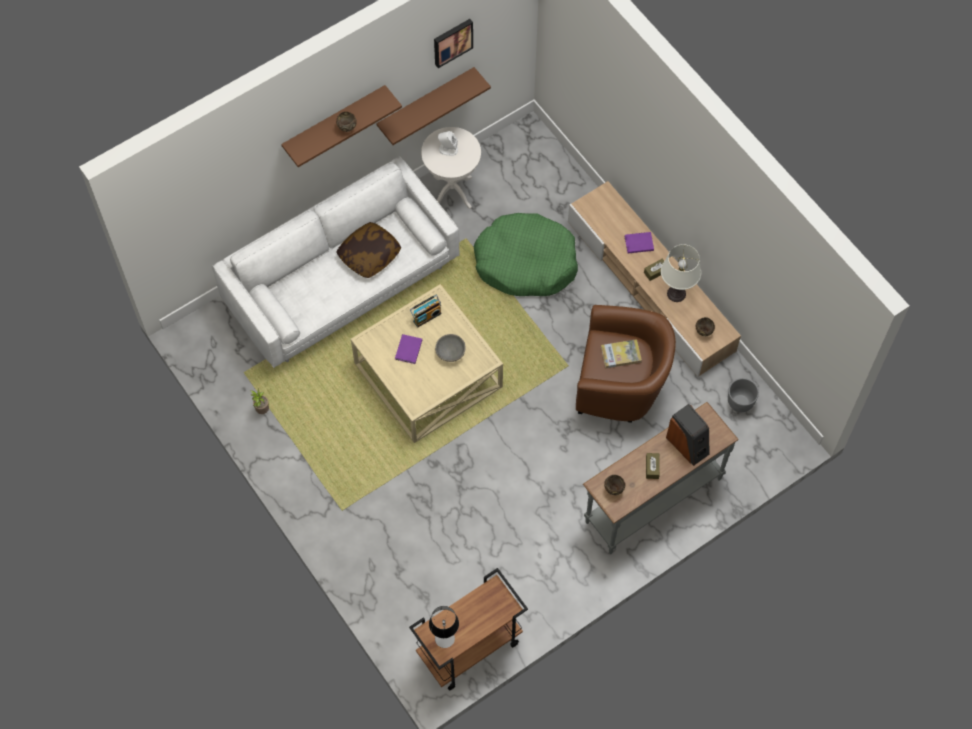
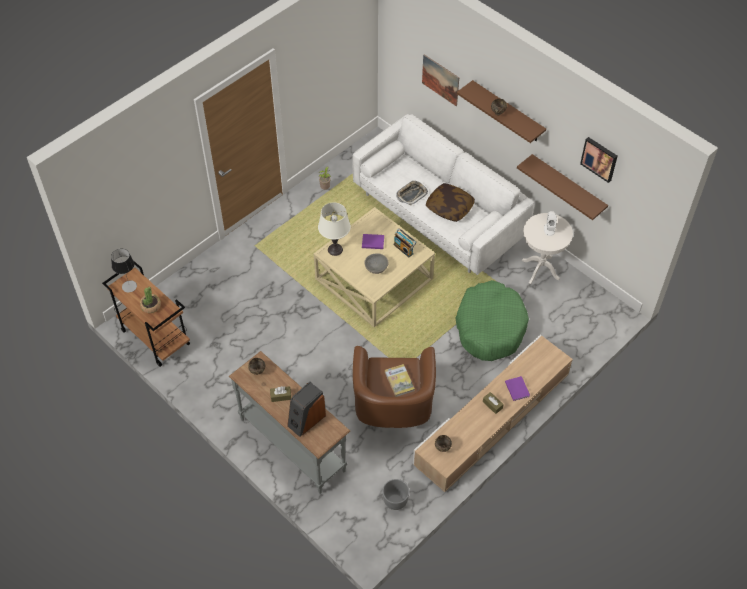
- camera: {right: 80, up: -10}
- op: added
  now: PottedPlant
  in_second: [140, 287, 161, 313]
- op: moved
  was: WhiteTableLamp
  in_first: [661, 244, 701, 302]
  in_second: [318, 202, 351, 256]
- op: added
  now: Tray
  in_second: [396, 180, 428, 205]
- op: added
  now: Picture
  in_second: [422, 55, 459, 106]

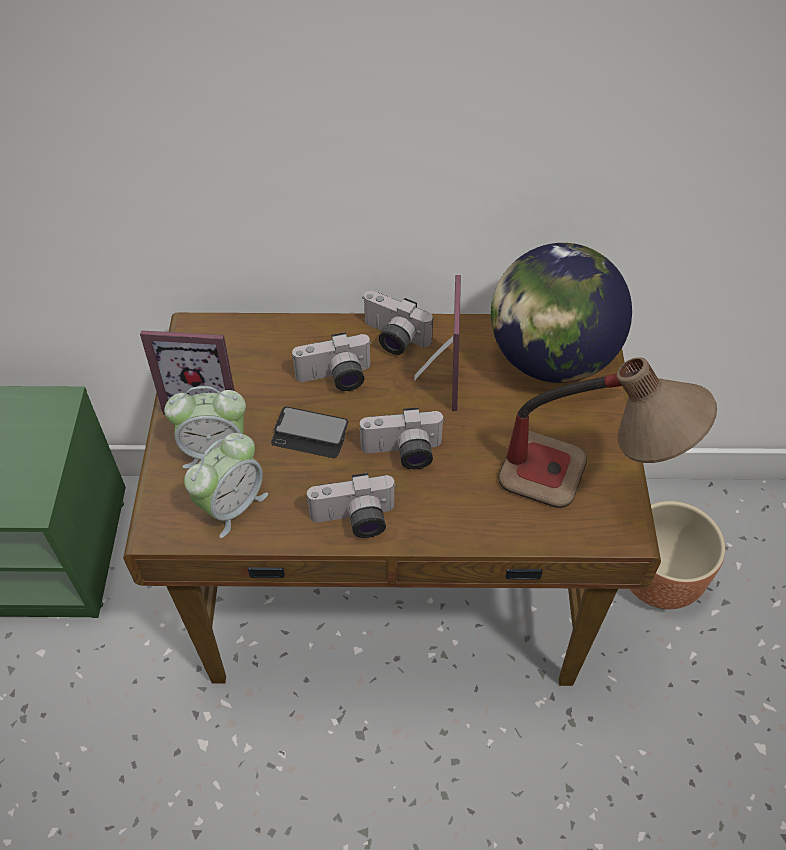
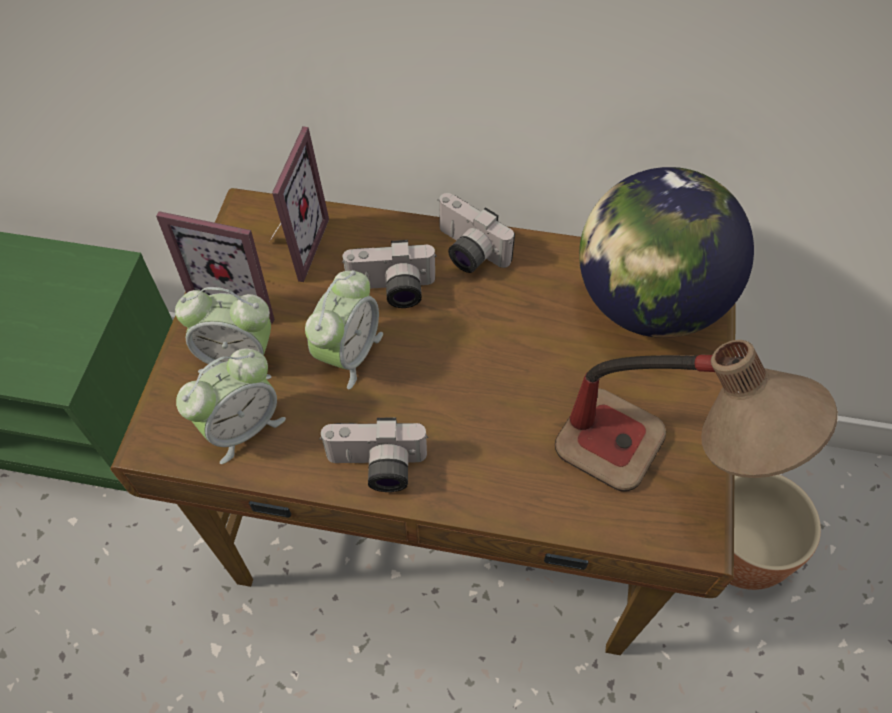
- camera: {right: 10, up: 5}
- op: moved
  was: PictureFrame
  in_first: [414, 275, 461, 411]
  in_second: [270, 126, 329, 282]
- op: replaced
  was: Phone
  now: AlarmClock
  in_first: [271, 406, 348, 458]
  in_second: [305, 270, 383, 389]
- op: removed
  was: PhotoCamera
  in_first: [360, 407, 445, 469]

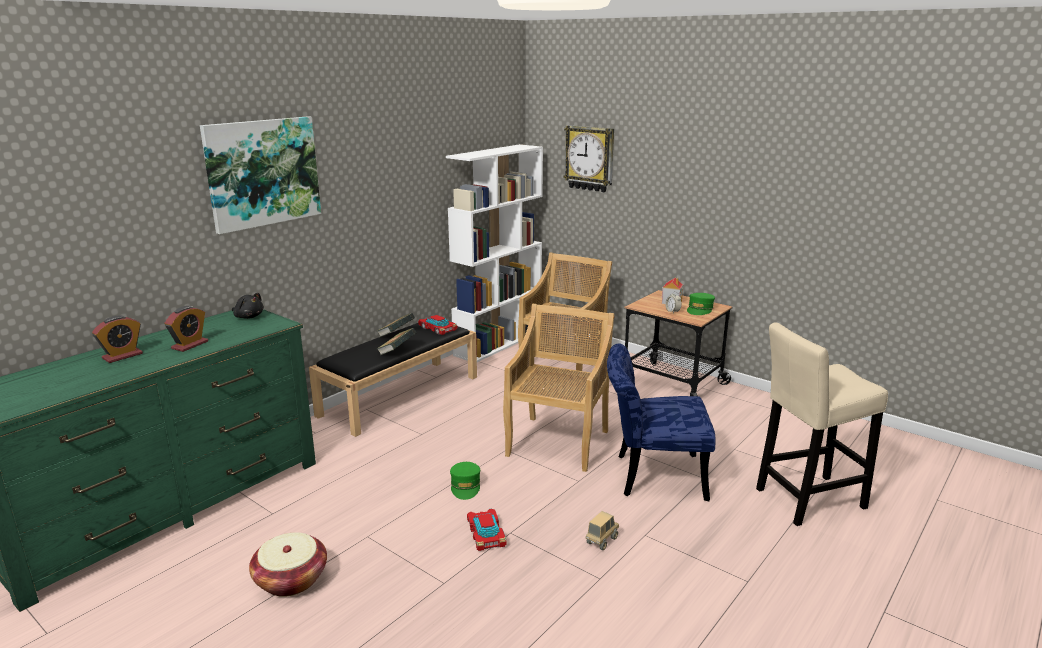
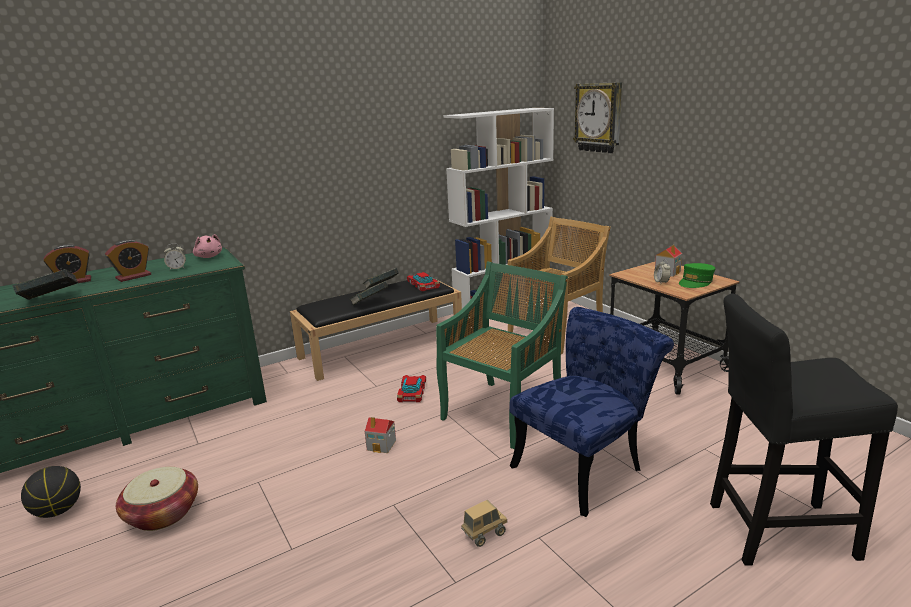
- camera: {right: 20, up: 0}
- op: added
  now: Book
  in_second: [12, 269, 78, 300]
- op: added
  now: Basketball
  in_second: [21, 466, 81, 518]
- op: added
  now: AlarmClock
  in_second: [164, 243, 186, 270]
- op: recoloured
  was: BlackPlushToy
  now: PinkPlushToy
  in_first: [232, 293, 264, 319]
  in_second: [193, 234, 222, 258]
- op: replaced
  was: GreenCap
  now: ToyHouse
  in_first: [450, 462, 480, 500]
  in_second: [365, 417, 396, 453]
- op: moved
  was: ToyCar
  in_first: [467, 508, 507, 551]
  in_second: [397, 375, 426, 402]
- op: recoloured
  was: BeigeChair
  now: GreenChair
  in_first: [503, 304, 614, 472]
  in_second: [436, 262, 568, 449]
- op: turned
  was: BlueChair
  in_first: [607, 344, 716, 501]
  in_second: [509, 307, 674, 517]
  clockwise: 120
- op: recoloured
  was: BeigeStool
  now: BlackStool
  in_first: [756, 322, 888, 526]
  in_second: [710, 294, 898, 566]
- op: removed
  was: Picture
  in_first: [200, 116, 321, 234]

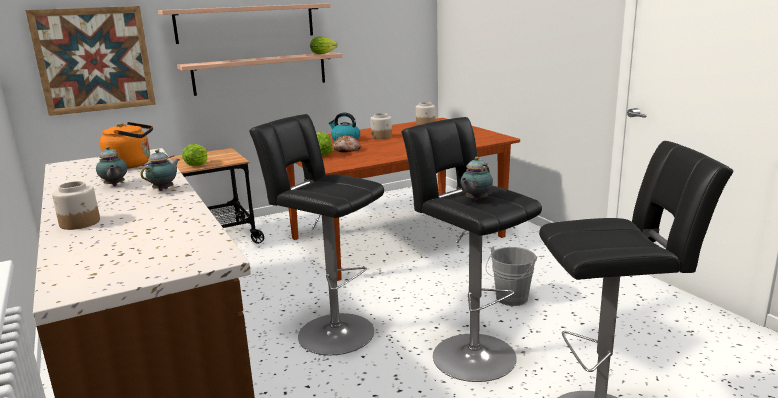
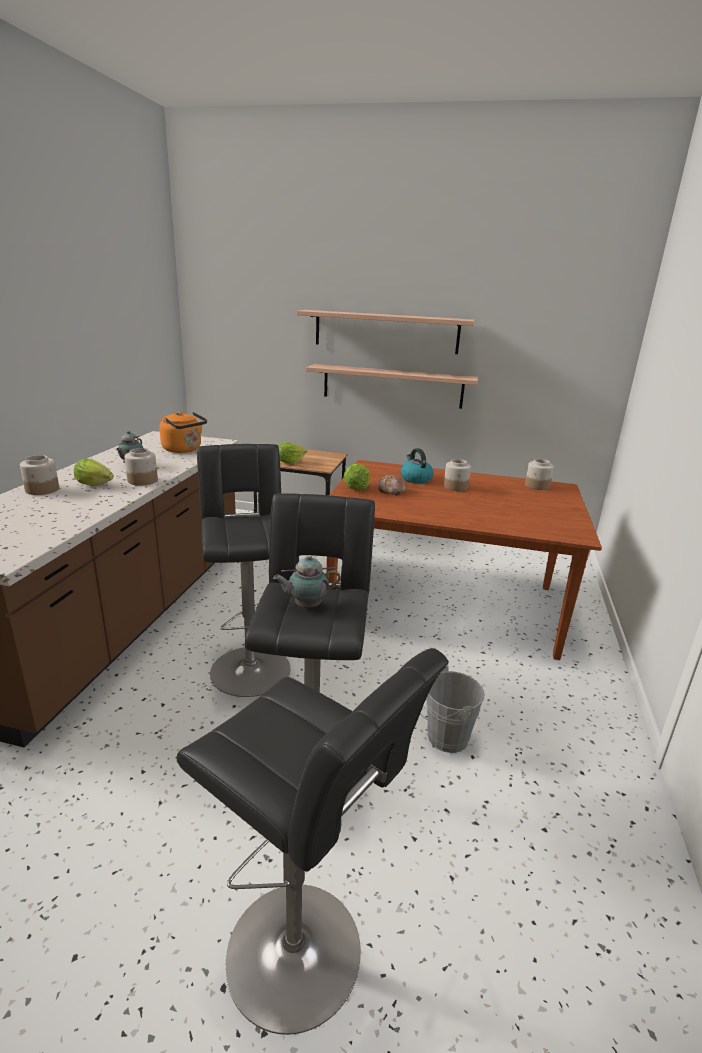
- camera: {right: 40, up: 5}
- op: moved
  was: Lettuce
  in_first: [310, 37, 337, 54]
  in_second: [74, 459, 114, 486]
- op: replaced
  was: Teapot
  now: Jar
  in_first: [141, 149, 180, 191]
  in_second: [125, 448, 158, 485]
- op: removed
  was: Picture
  in_first: [25, 6, 156, 116]

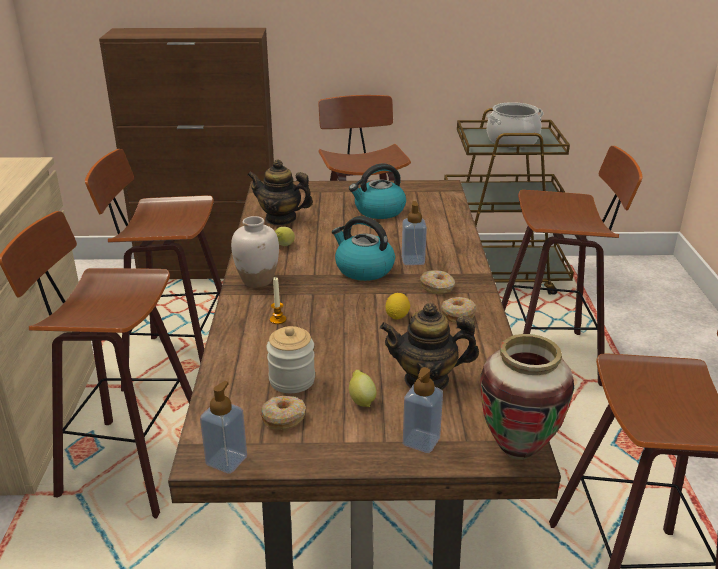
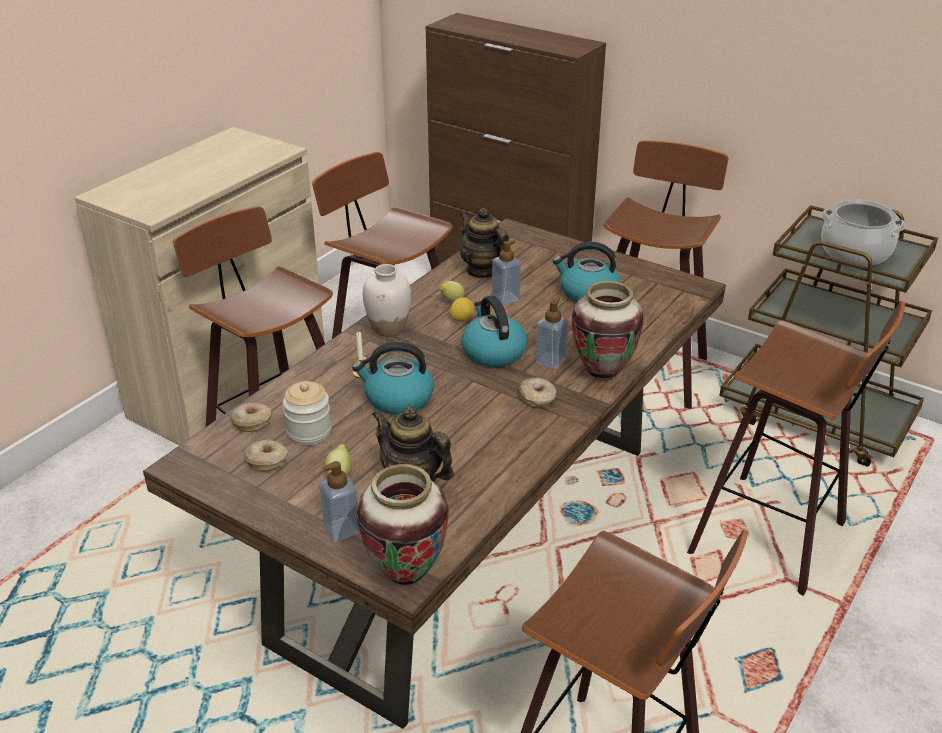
- camera: {right: 35, up: 5}
- op: moved
  was: Donut
  in_first: [441, 297, 476, 323]
  in_second: [230, 403, 272, 432]
- op: added
  now: Kettle
  in_second: [352, 342, 434, 415]
- op: moved
  was: Lemon
  in_first: [386, 293, 410, 320]
  in_second: [450, 297, 474, 322]
- op: moved
  was: SoapDispenser
  in_first: [200, 381, 247, 474]
  in_second: [492, 240, 521, 305]
- op: added
  now: Vase
  in_second: [572, 281, 644, 381]

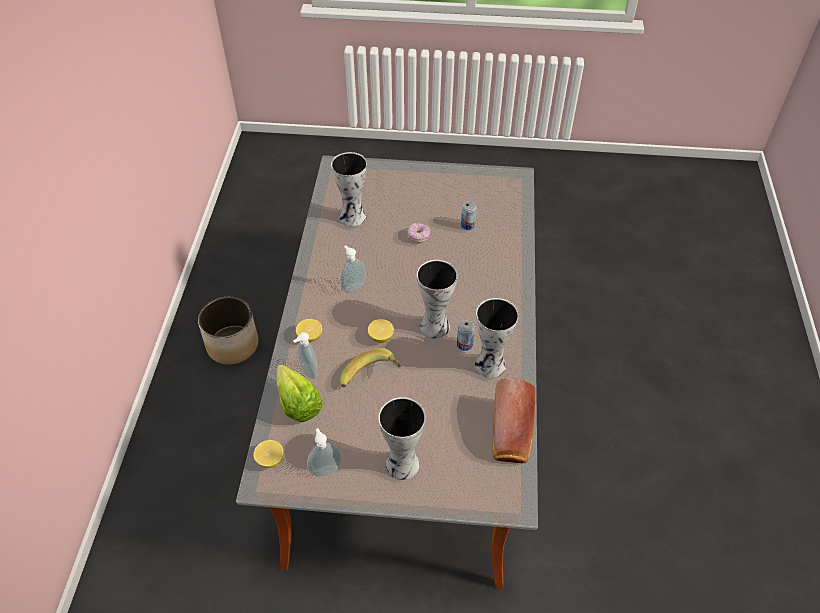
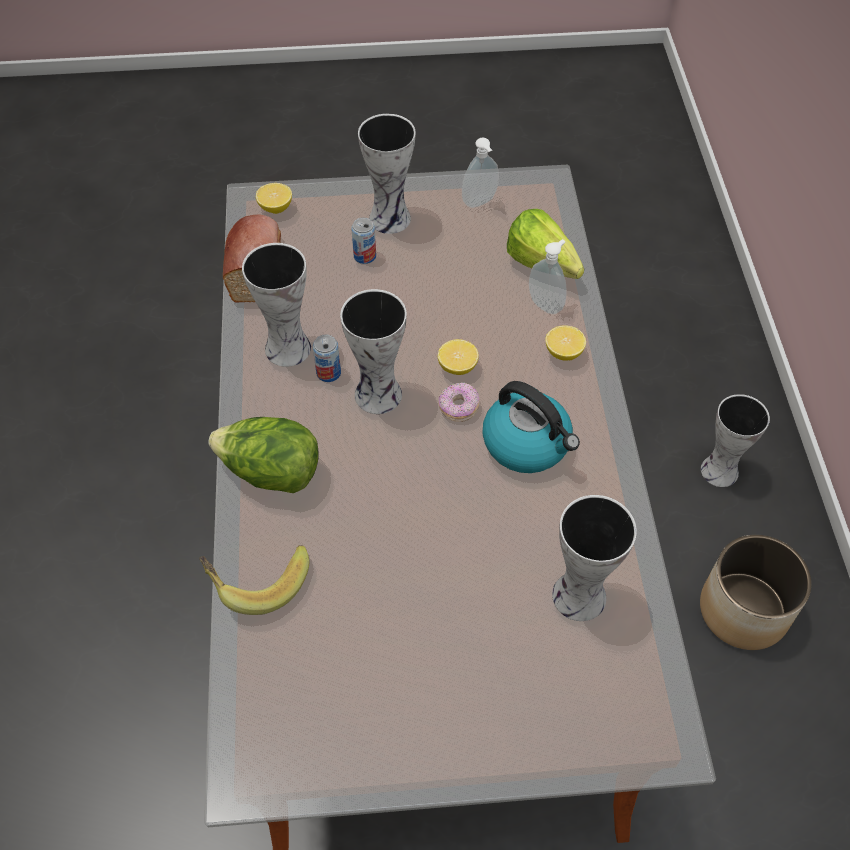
- camera: {right: 170, up: 5}
- op: moved
  was: Banana
  in_first: [340, 348, 401, 388]
  in_second: [199, 545, 310, 615]
- op: added
  now: Lettuce
  in_second: [208, 417, 319, 493]
- op: moved
  was: Lemon
  in_first: [253, 440, 284, 468]
  in_second: [256, 183, 292, 214]
- op: moved
  was: Can
  in_first: [461, 201, 477, 230]
  in_second: [351, 218, 376, 264]
- op: moved
  was: Donut
  in_first: [407, 222, 430, 242]
  in_second: [438, 383, 479, 422]
- op: replaced
  was: SoapDispenser
  now: Kettle
  in_first: [340, 246, 366, 293]
  in_second: [482, 381, 580, 473]
- op: added
  now: Vase
  in_second: [701, 394, 770, 487]

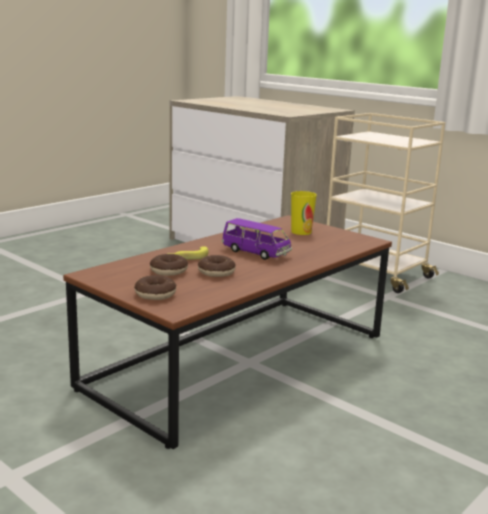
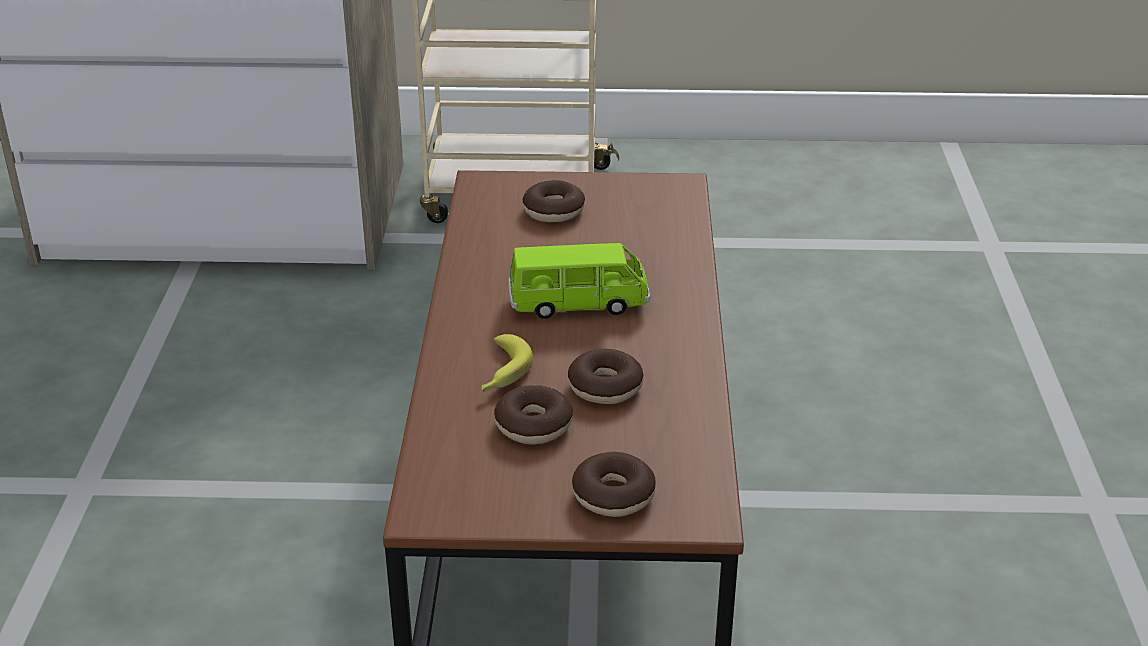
- camera: {right: -40, up: 15}
- op: recoloured
  was: PurpleToyCar
  now: GreenToyCar
  in_first: [222, 218, 292, 260]
  in_second: [508, 243, 650, 319]
- op: replaced
  was: Cup
  now: Donut
  in_first: [291, 191, 317, 235]
  in_second: [523, 180, 585, 222]

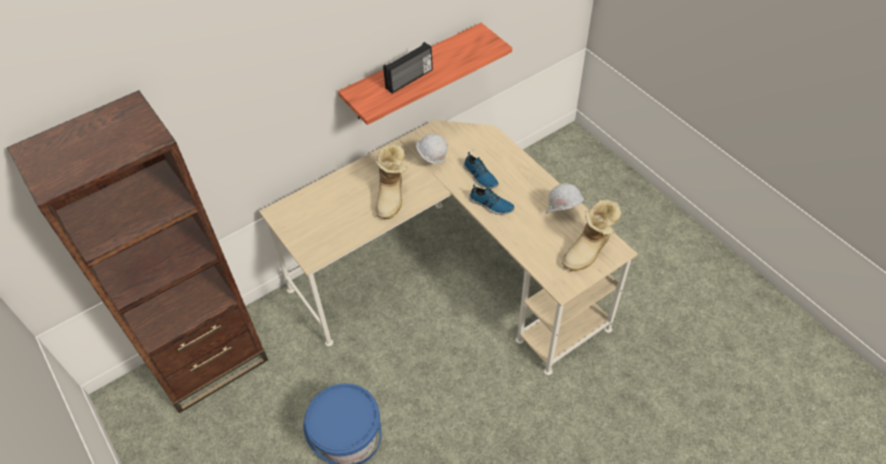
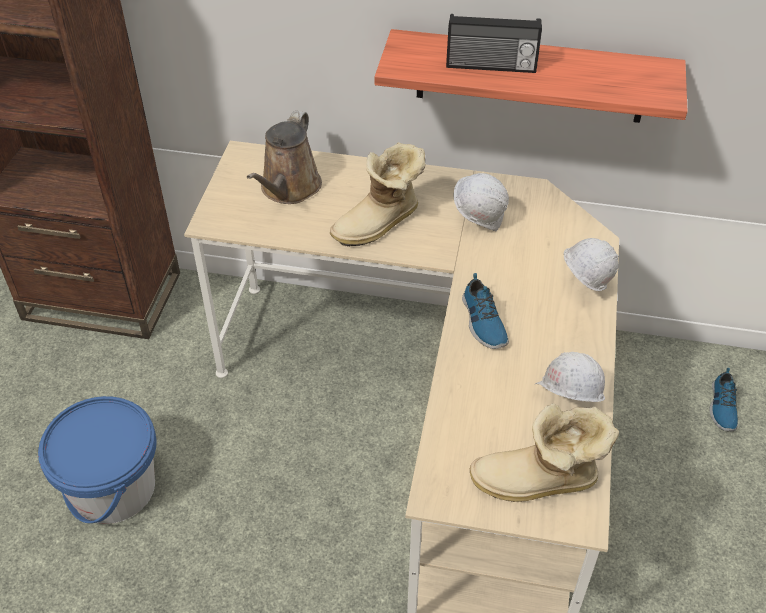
- camera: {right: 45, up: -5}
- op: added
  now: BrownWateringCan
  in_second: [247, 111, 322, 204]
- op: added
  now: WhiteHardHat
  in_second: [564, 238, 619, 291]
- op: moved
  was: Shoe
  in_first: [463, 152, 499, 189]
  in_second: [709, 368, 738, 431]

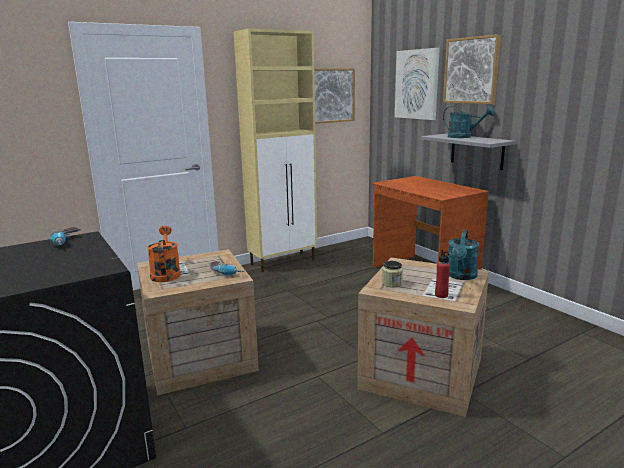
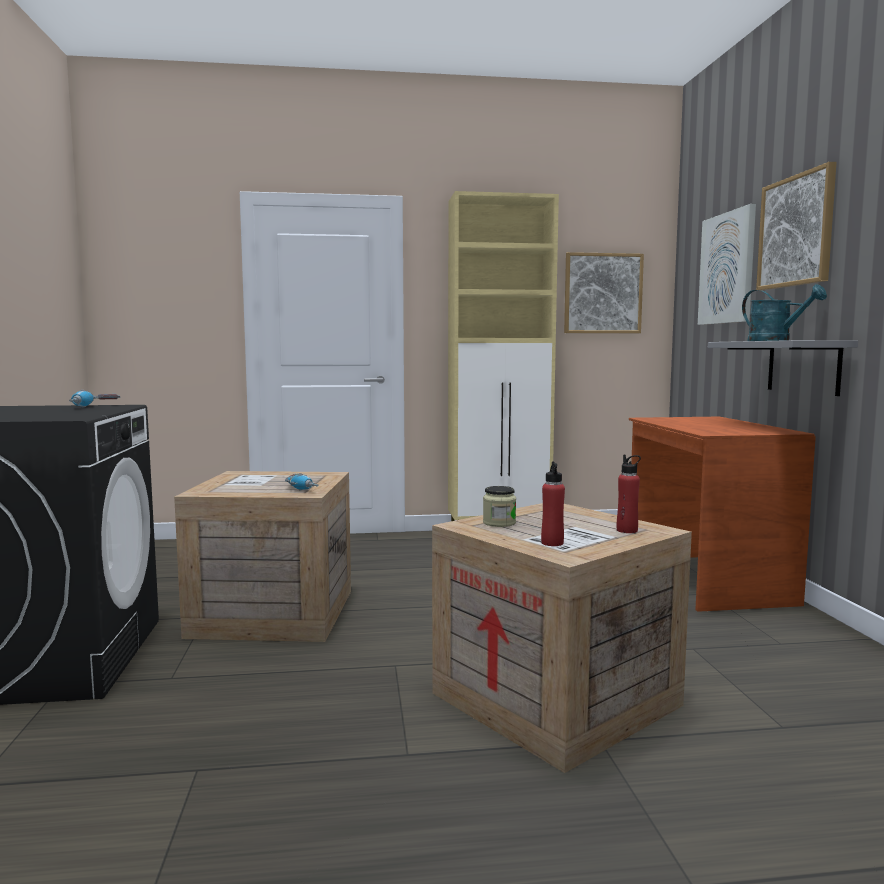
- camera: {right: 25, up: -10}
- op: replaced
  was: TurquoiseWateringCan
  now: RedBottle
  in_first: [448, 230, 479, 280]
  in_second: [617, 455, 641, 533]
- op: removed
  was: OrangeWateringCan
  in_first: [147, 226, 181, 282]

